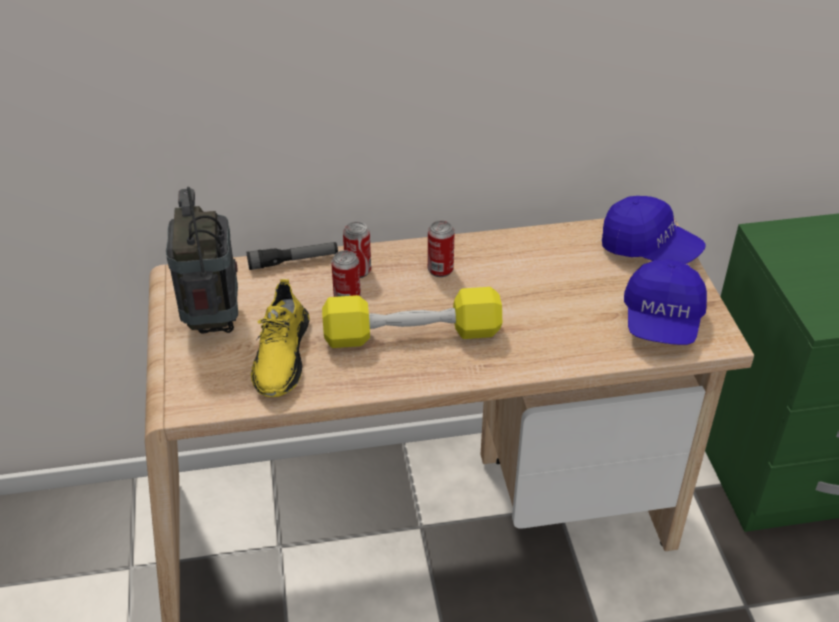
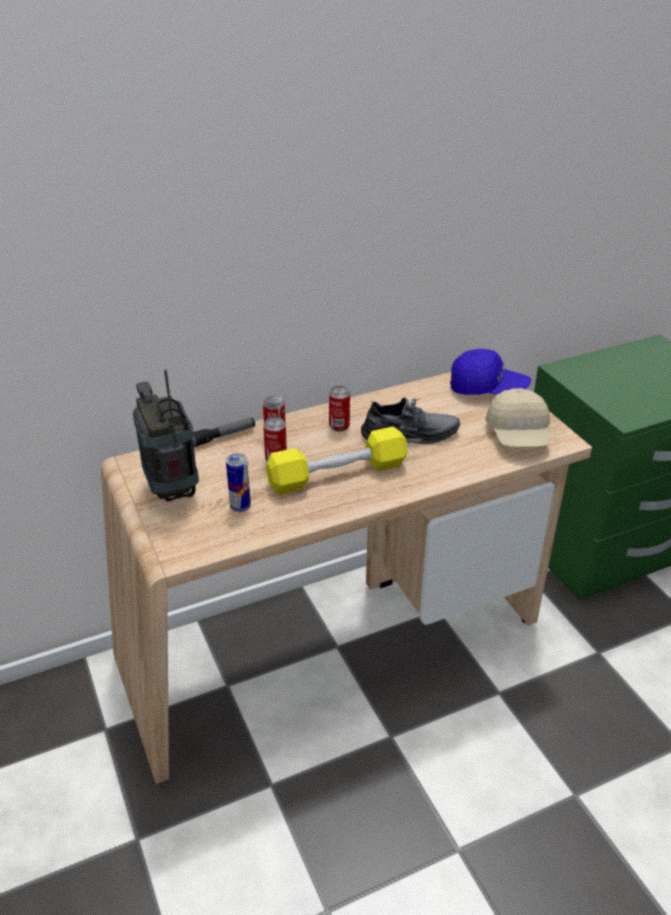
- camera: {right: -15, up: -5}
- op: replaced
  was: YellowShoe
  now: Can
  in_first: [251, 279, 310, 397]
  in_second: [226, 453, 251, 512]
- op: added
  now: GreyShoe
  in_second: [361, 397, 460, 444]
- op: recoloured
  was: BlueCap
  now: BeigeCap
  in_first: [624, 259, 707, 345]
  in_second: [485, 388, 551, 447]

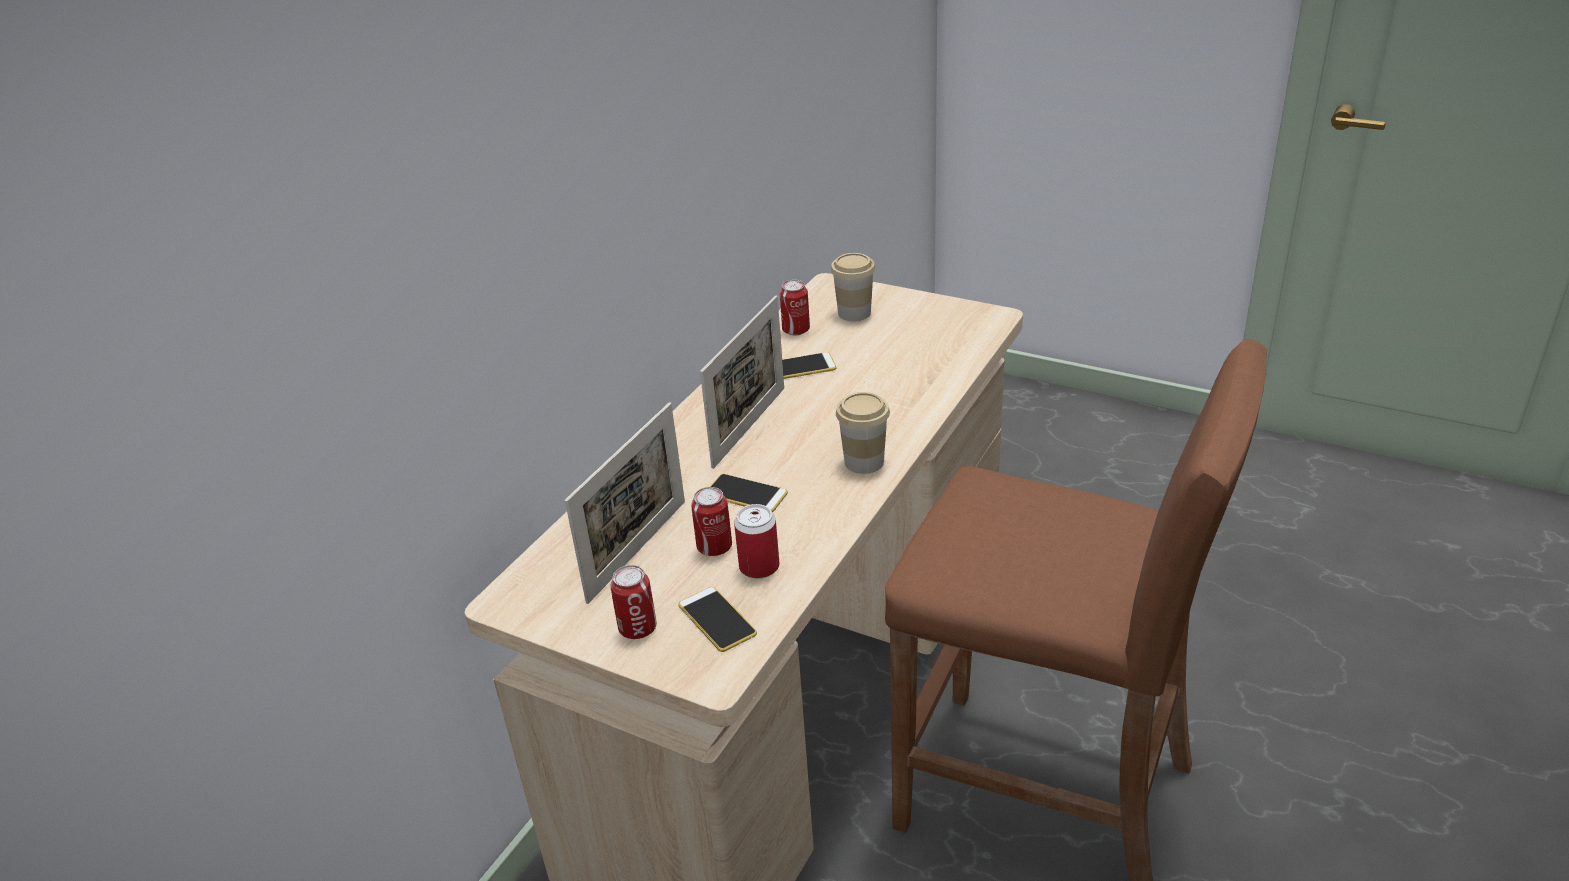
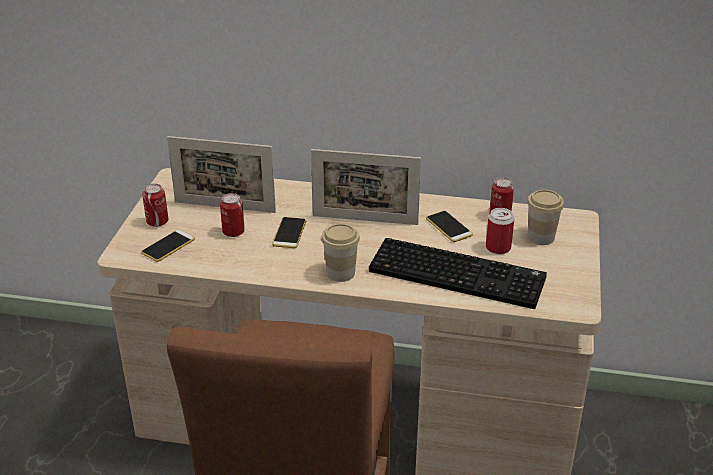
- camera: {right: 70, up: 0}
- op: added
  now: Keyboard
  in_second: [369, 238, 547, 309]
- op: moved
  was: Can
  in_first: [734, 504, 779, 579]
  in_second: [486, 208, 514, 254]

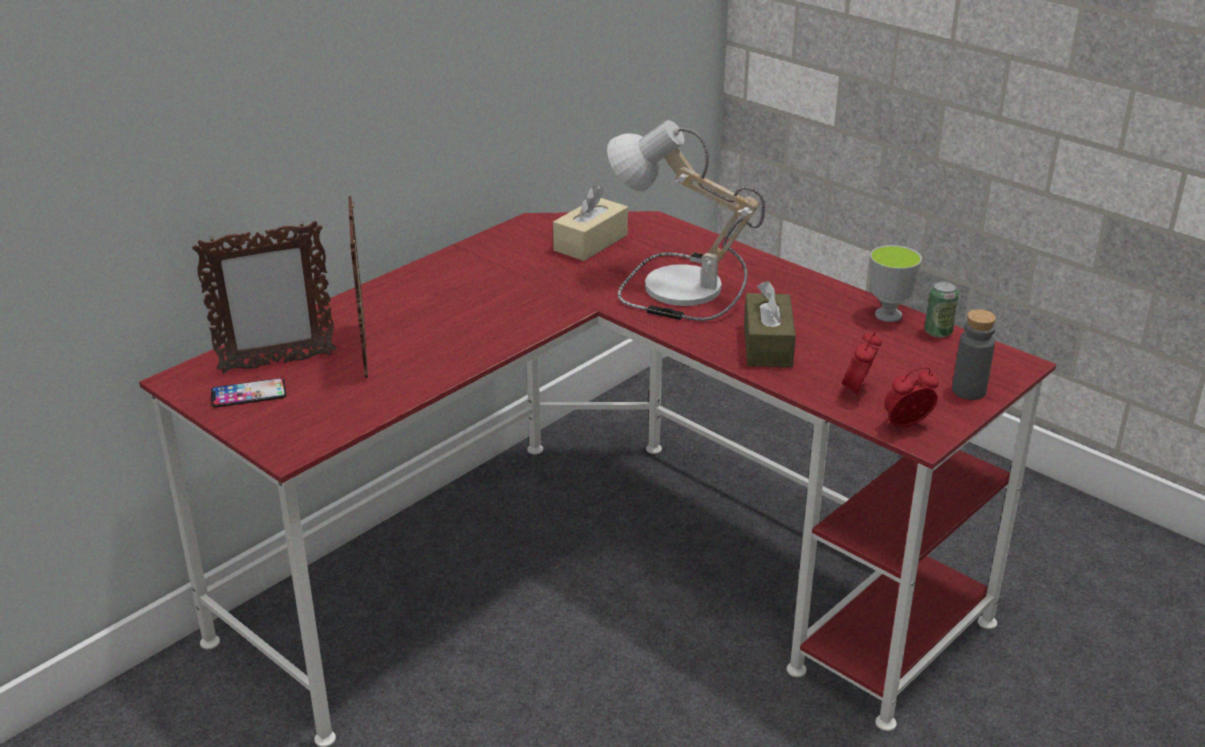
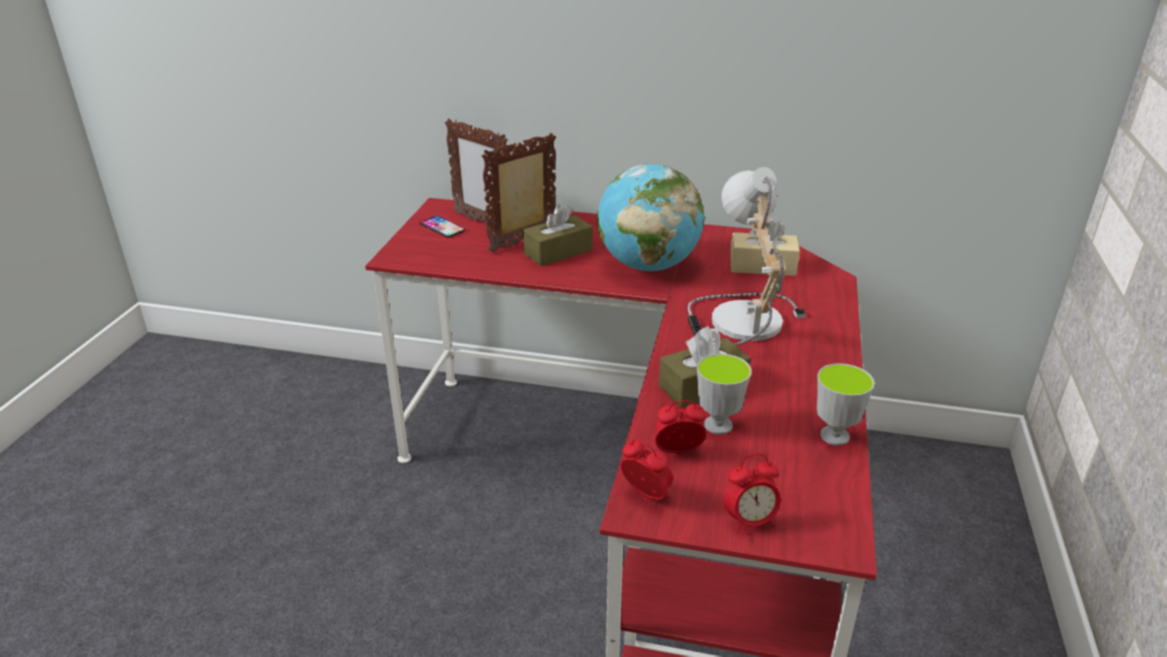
- camera: {right: 60, up: 0}
- op: added
  now: BrownTissueBox
  in_second: [523, 204, 593, 266]
- op: added
  now: Globe
  in_second: [597, 164, 705, 271]
- op: added
  now: Cup
  in_second: [697, 354, 752, 434]
- op: replaced
  was: GreyBottle
  now: AlarmClock
  in_first: [952, 309, 996, 400]
  in_second: [724, 454, 781, 533]
- op: removed
  was: Can
  in_first: [925, 281, 959, 338]

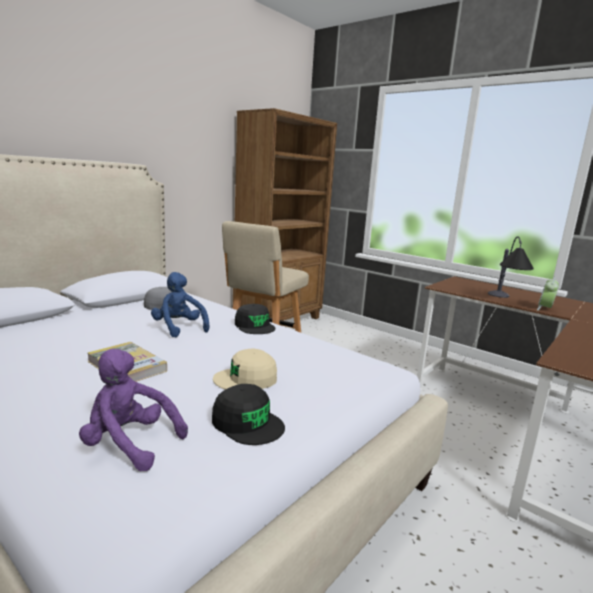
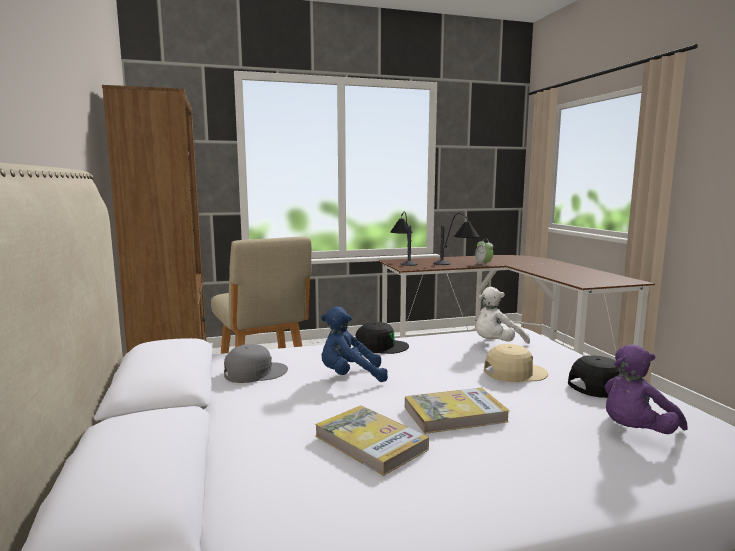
- camera: {right: -55, up: -5}
- op: added
  now: Book
  in_second: [315, 405, 429, 476]
- op: added
  now: TableLamp
  in_second: [390, 211, 418, 266]
- op: added
  now: WhitePlushToy
  in_second: [476, 287, 530, 344]
- op: turned
  was: BeigeCap
  in_first: [213, 349, 277, 390]
  in_second: [484, 344, 548, 382]
  clockwise: -120

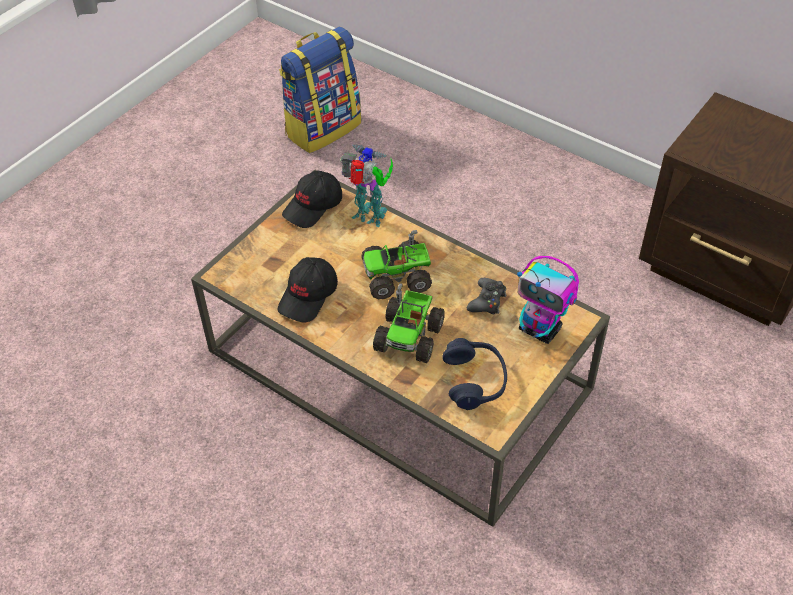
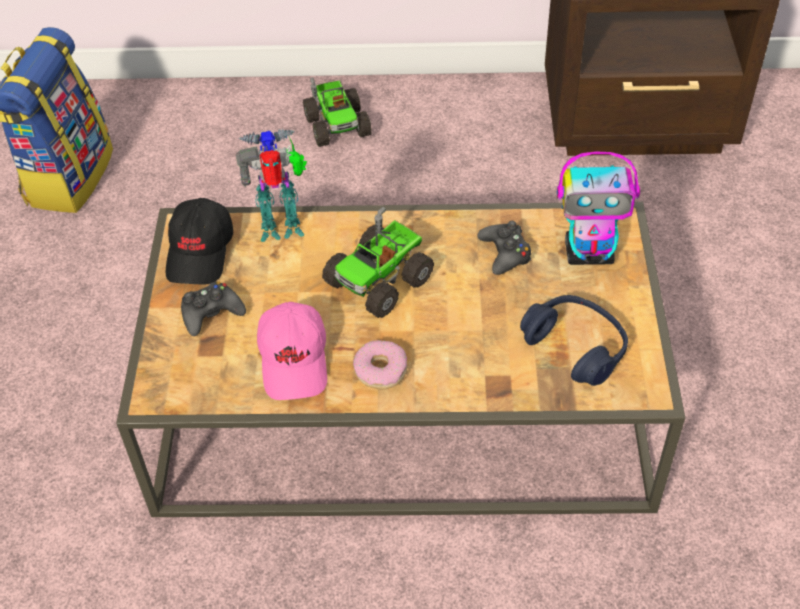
- camera: {right: -35, up: 0}
- op: added
  now: BlackGameController
  in_second: [181, 282, 246, 336]
- op: recoloured
  was: BlackCap
  now: PinkCap
  in_first: [278, 257, 338, 322]
  in_second: [257, 302, 327, 400]
- op: moved
  was: ToyTruck
  in_first: [373, 283, 445, 363]
  in_second: [303, 78, 372, 147]
- op: added
  now: Donut
  in_second: [353, 340, 407, 390]

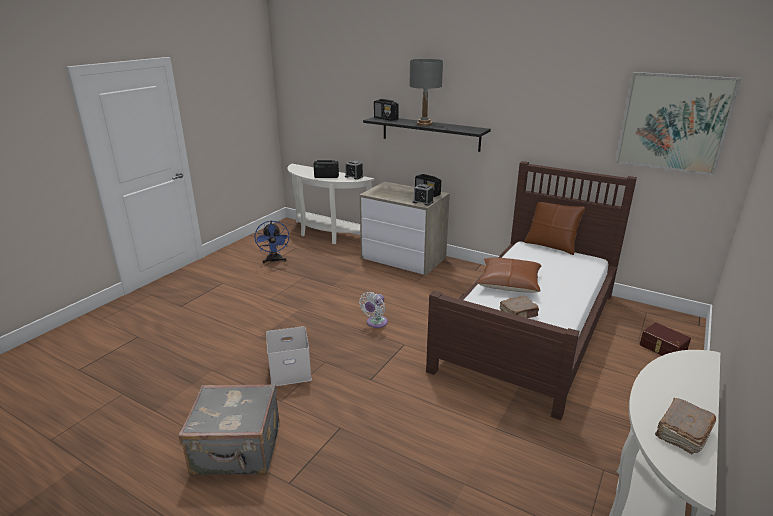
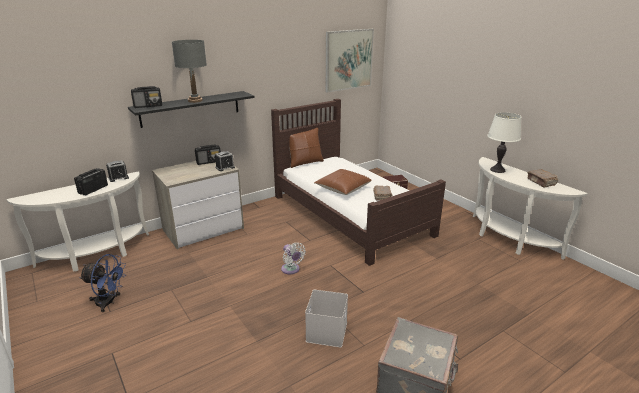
- camera: {right: -65, up: 0}
- op: added
  now: WhiteTableLamp
  in_second: [487, 112, 521, 173]

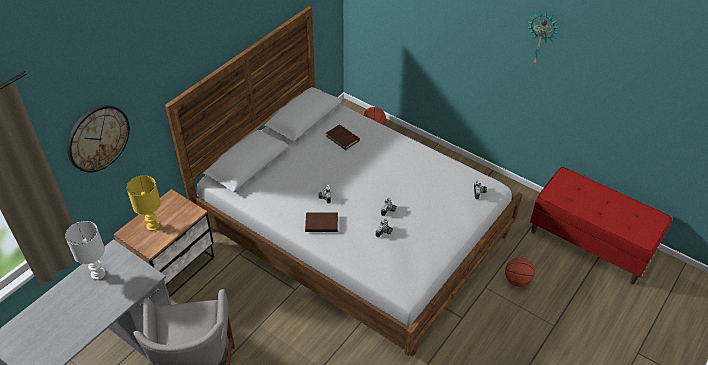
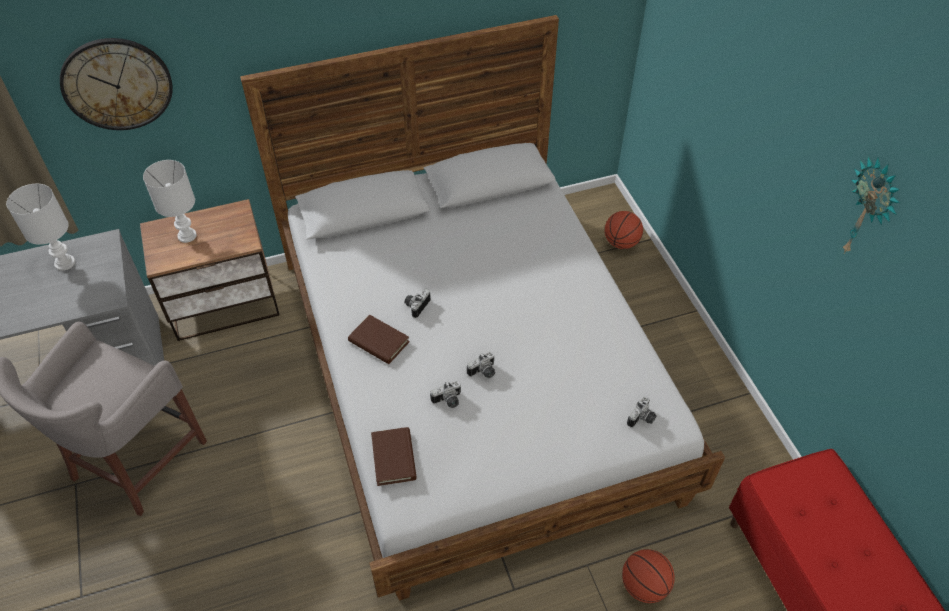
- camera: {right: 35, up: 5}
- op: recoloured
  was: YellowTableLamp
  now: WhiteTableLamp
  in_first: [127, 176, 161, 231]
  in_second: [143, 160, 197, 243]
- op: moved
  was: BrownBook
  in_first: [326, 124, 360, 150]
  in_second: [371, 427, 417, 486]

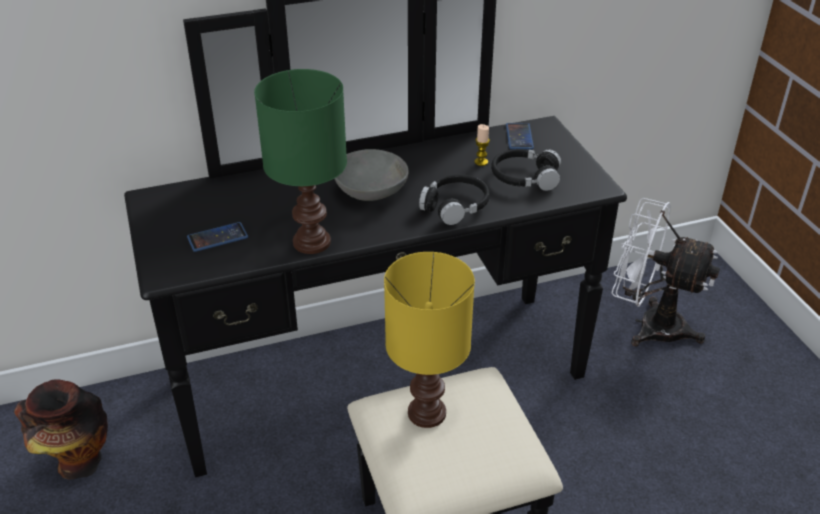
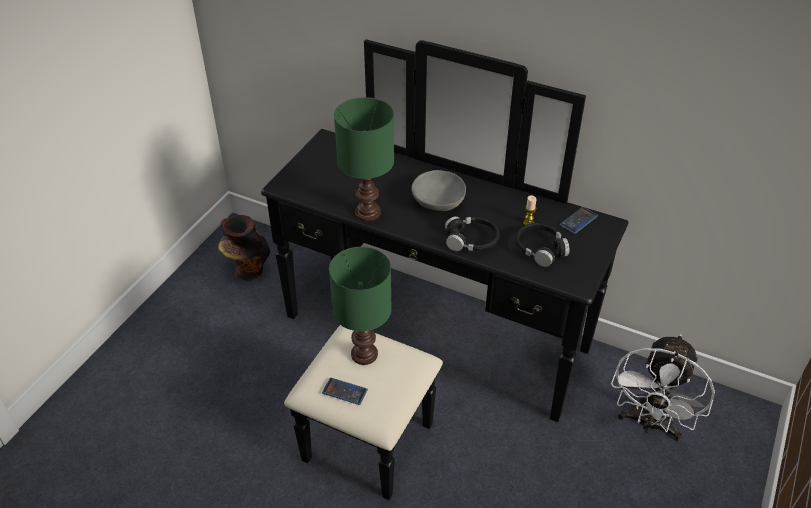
- camera: {right: 45, up: 5}
- op: moved
  was: Phone
  in_first: [187, 222, 248, 252]
  in_second: [322, 378, 368, 405]
- op: recoloured
  was: YellowTableLamp
  now: GreenTableLamp
  in_first: [384, 252, 475, 428]
  in_second: [329, 247, 392, 365]
- op: turned
  was: WhiteFan
  in_first: [612, 198, 720, 347]
  in_second: [611, 334, 715, 441]
  clockwise: -135

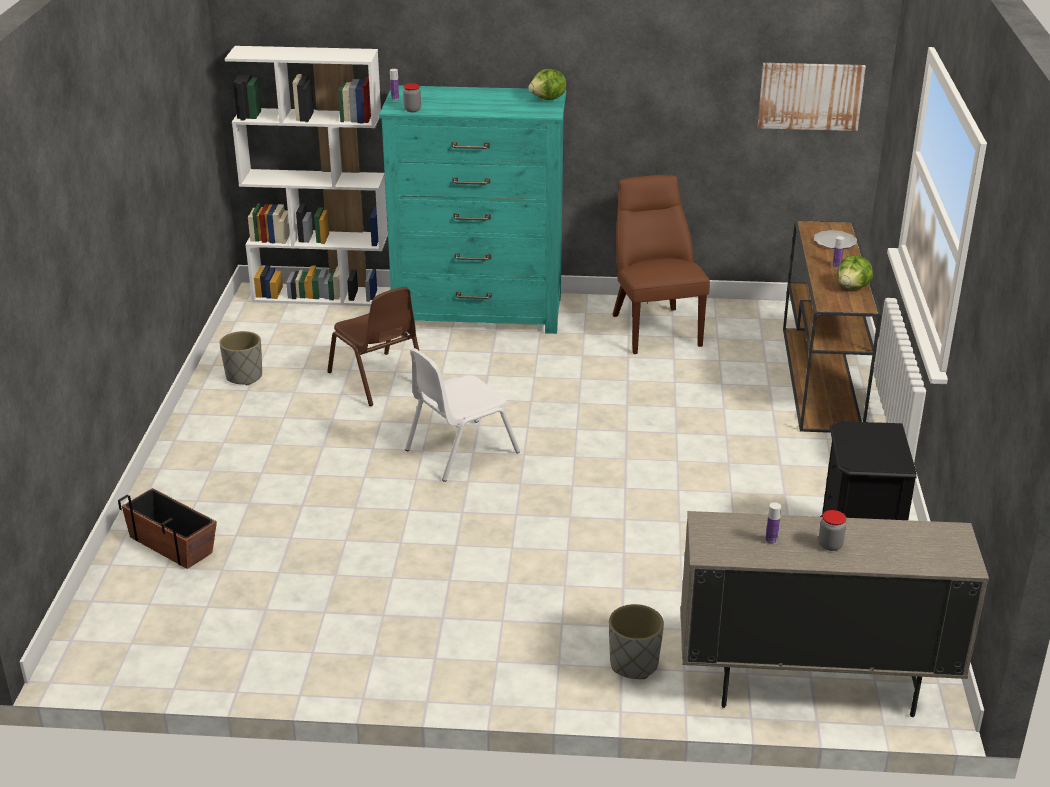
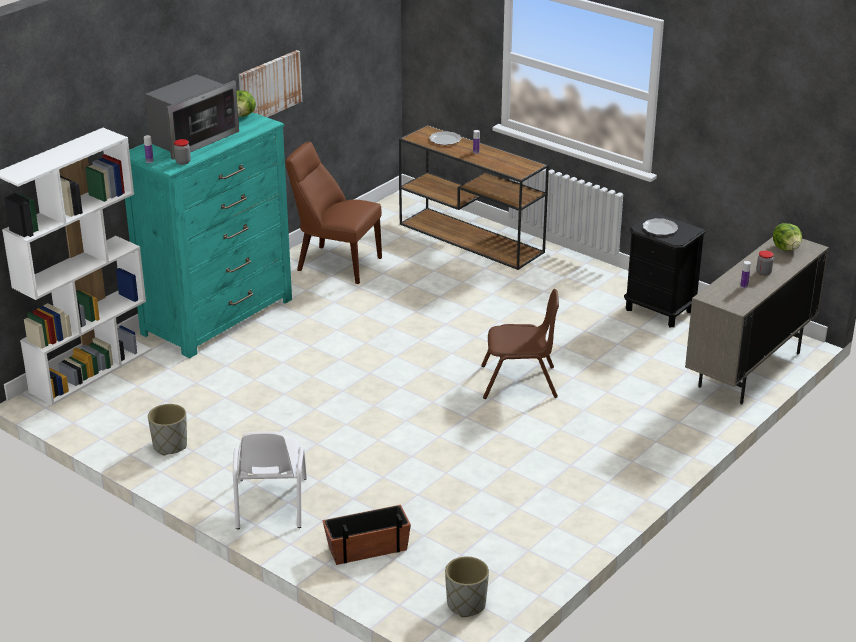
- camera: {right: -55, up: 0}
- op: added
  now: Microwave
  in_second: [145, 74, 239, 160]
- op: moved
  was: WhiteChair
  in_first: [405, 348, 520, 482]
  in_second: [233, 431, 307, 529]
- op: moved
  was: Picture
  in_first: [758, 63, 866, 131]
  in_second: [239, 50, 302, 117]
- op: moved
  was: GreyPlanter
  in_first: [609, 604, 664, 679]
  in_second: [445, 556, 489, 617]
- op: moved
  was: BrownChair
  in_first: [327, 287, 419, 406]
  in_second: [481, 289, 559, 399]
- op: added
  now: Plate
  in_second: [643, 218, 678, 235]
- op: moved
  was: Lettuce
  in_first: [837, 255, 873, 289]
  in_second: [773, 223, 802, 251]

